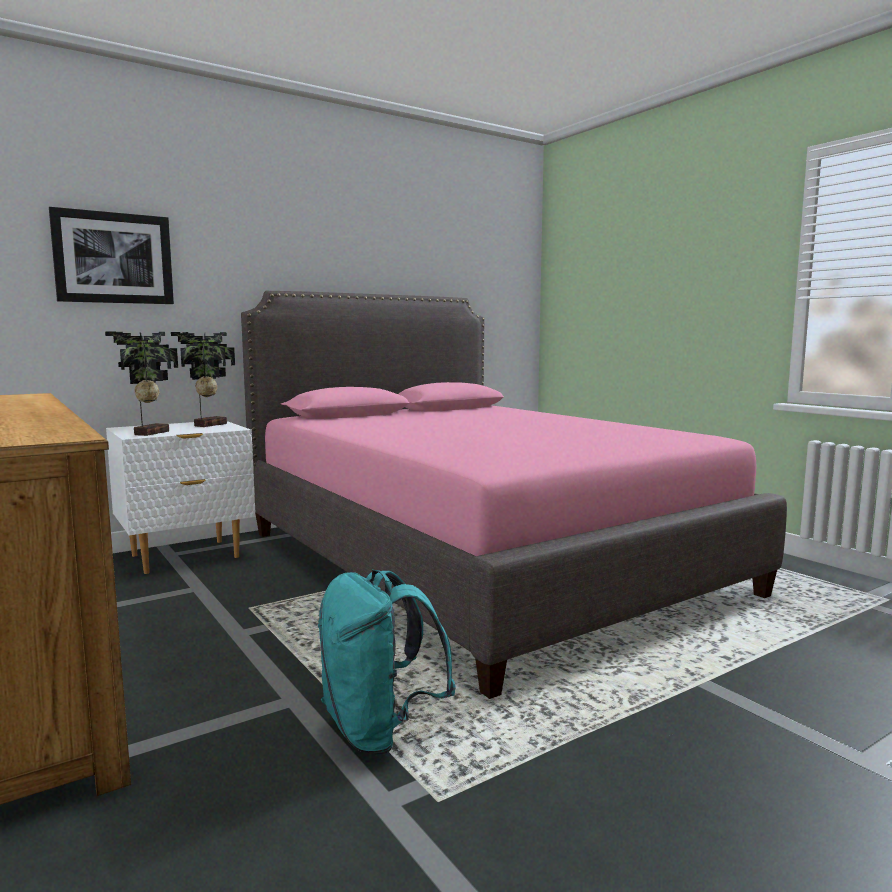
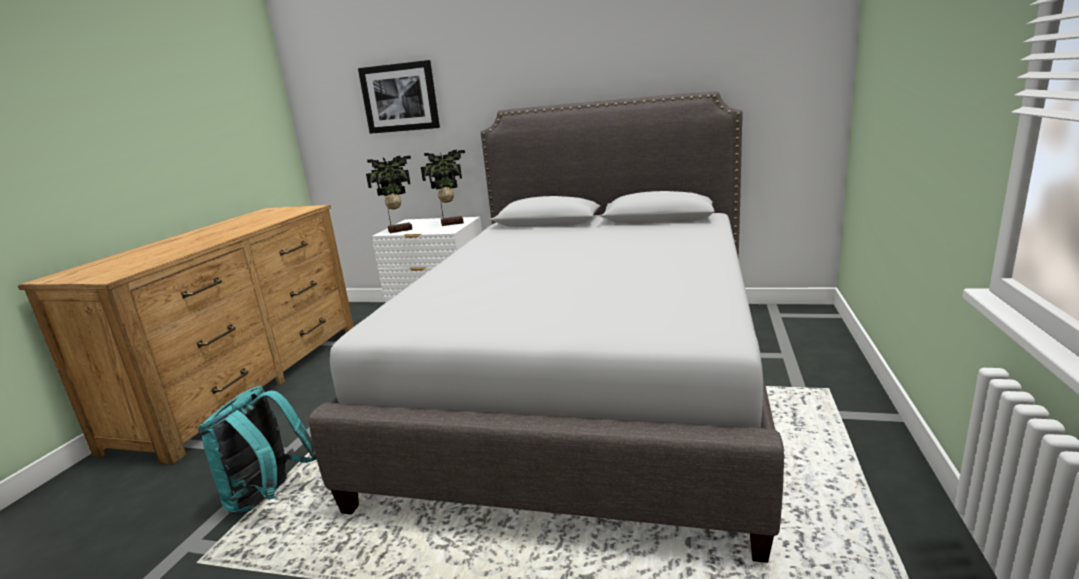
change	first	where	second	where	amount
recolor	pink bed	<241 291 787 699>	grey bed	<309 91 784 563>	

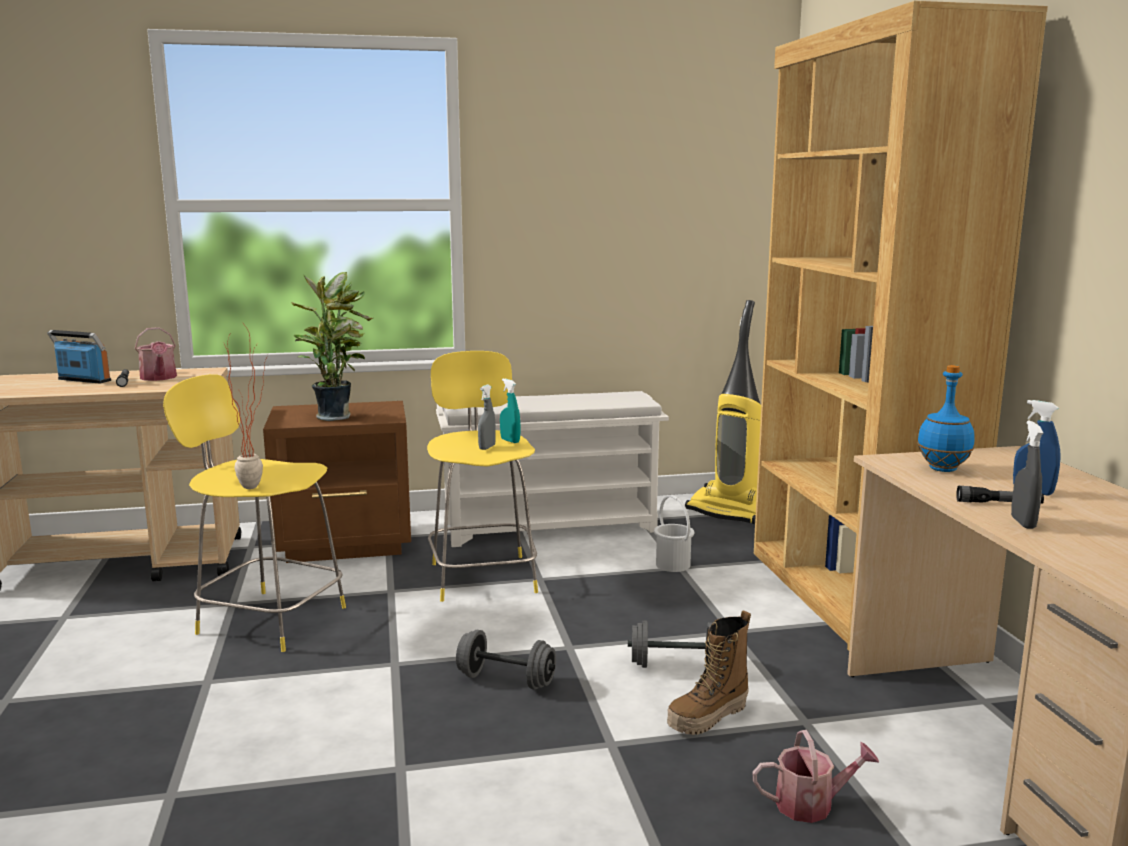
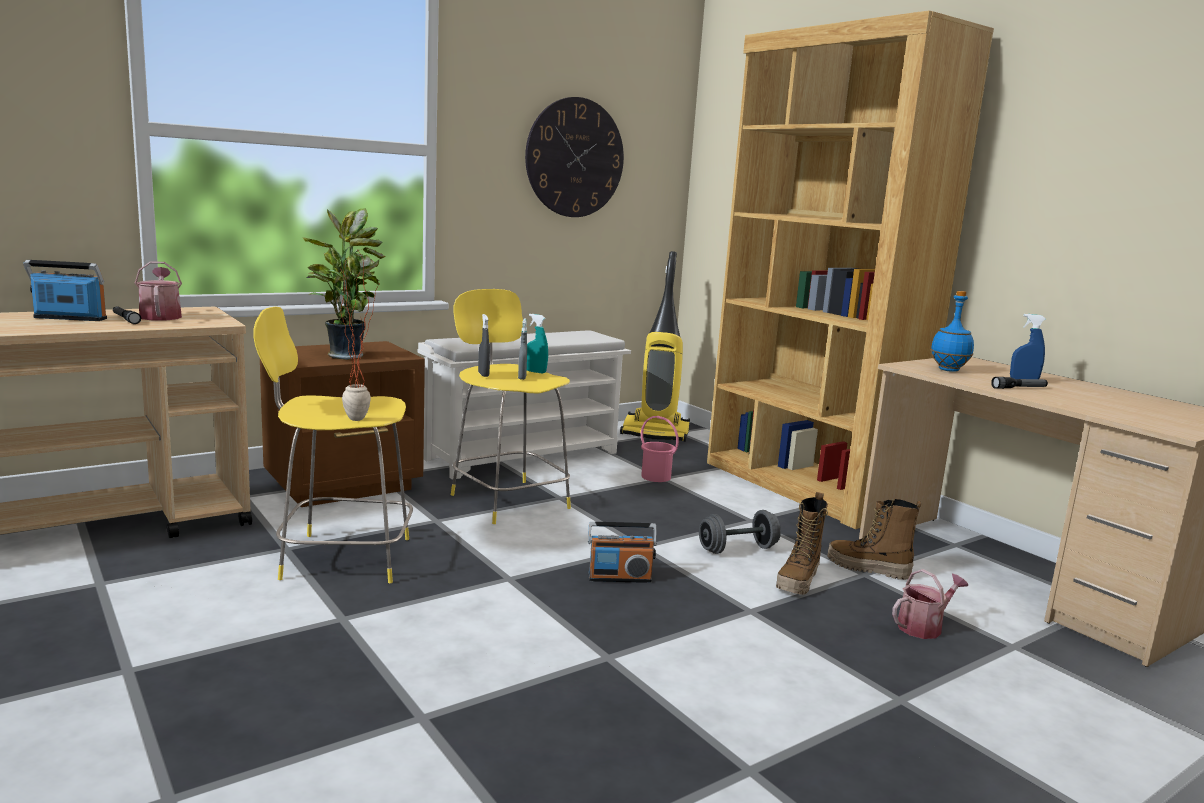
change	first	where	second	where	amount
rotate	watering can	<135 327 177 381>		<135 261 182 321>	150 degrees counterclockwise
replace	grey dumbbell	<456 630 556 690>	radio	<588 522 657 583>	
recolor	white bucket	<654 495 694 572>	pink bucket	<641 416 679 482>	
move	grey spray bottle	<1011 421 1043 529>		<478 314 490 377>	
insert			wall clock	<525 97 624 217>	
insert			boot	<827 499 921 580>	

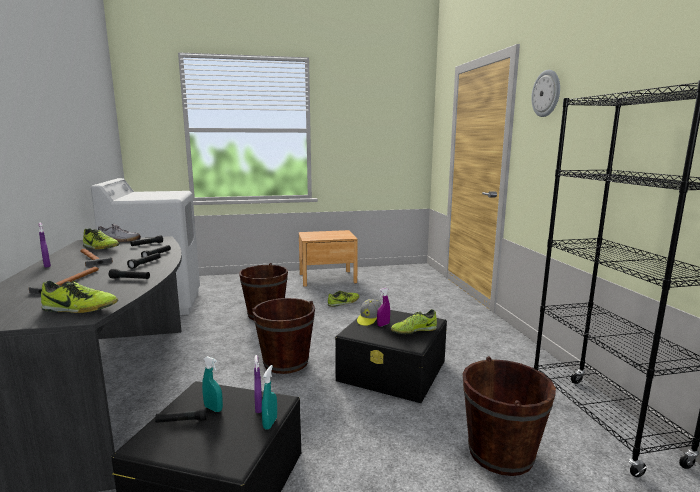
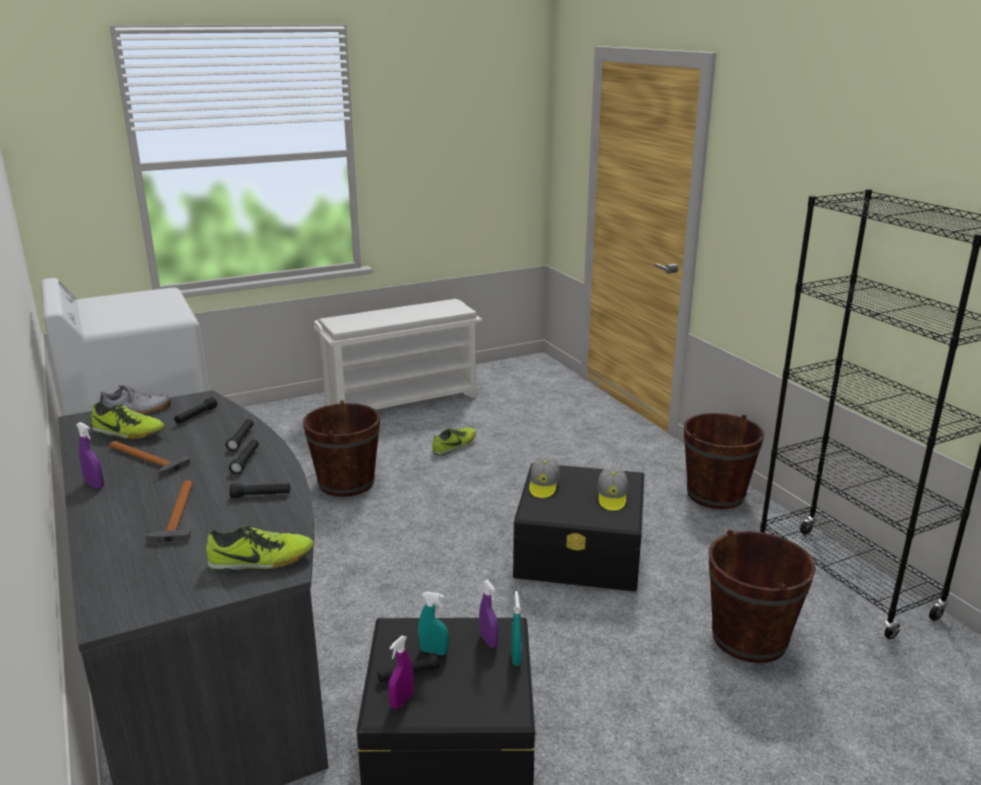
change	first	where	second	where	amount
move	brown bucket	<253 298 315 374>		<684 413 764 509>	
replace	brown nightstand	<299 230 358 287>	white shoe rack	<314 299 482 410>	
move	purple spray bottle	<377 288 390 327>		<388 636 414 709>	
replace	shoe	<391 309 437 334>	cap	<598 468 628 511>	
delete	wall clock	<531 70 560 117>			

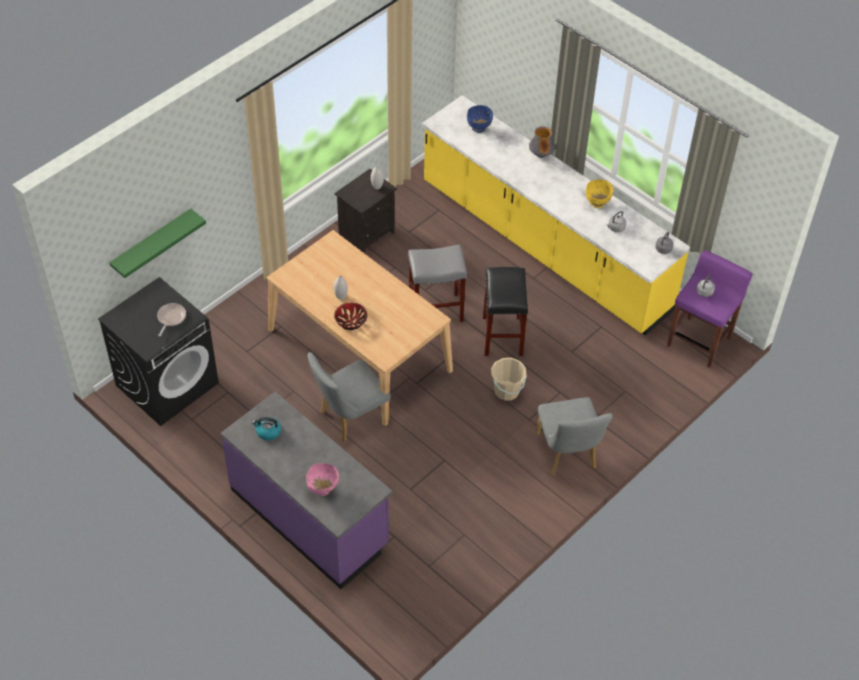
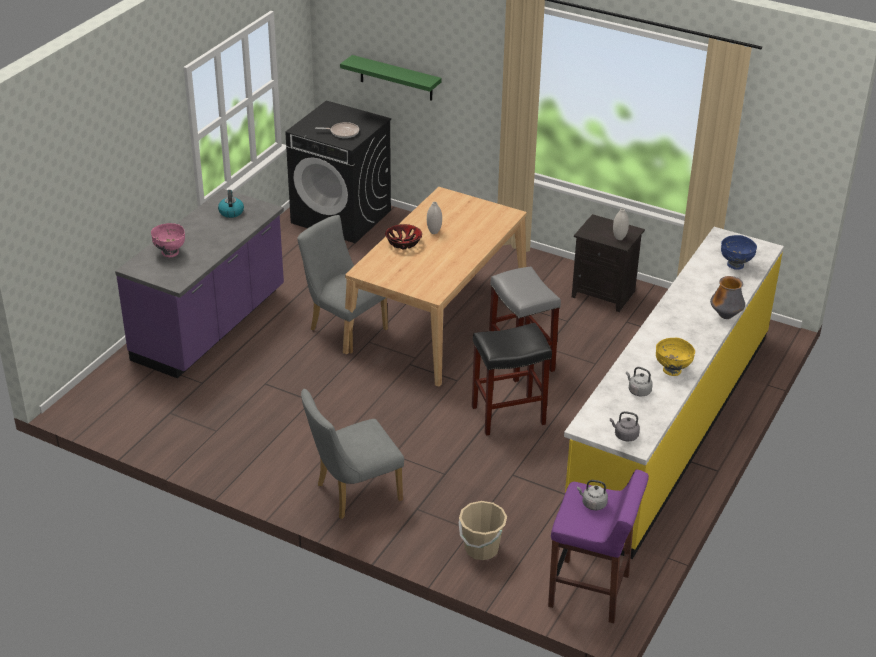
change	first	where	second	where	amount
move	beige bucket	<491 358 526 401>		<459 501 507 560>	

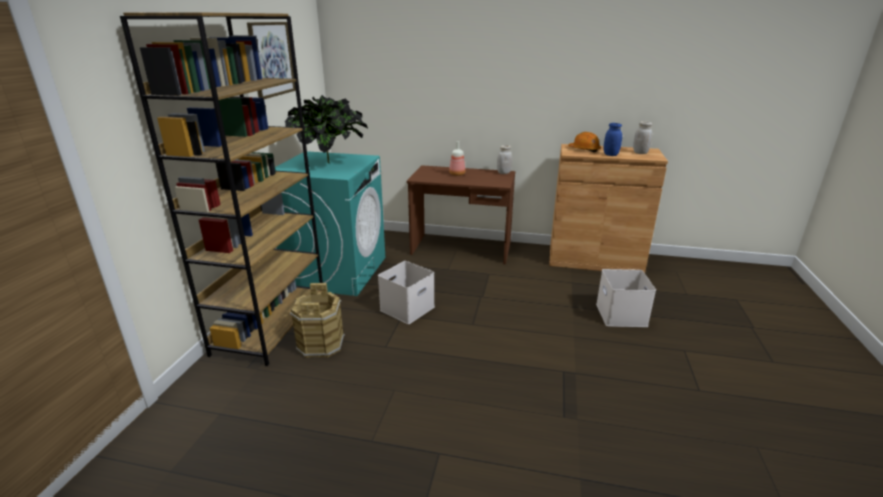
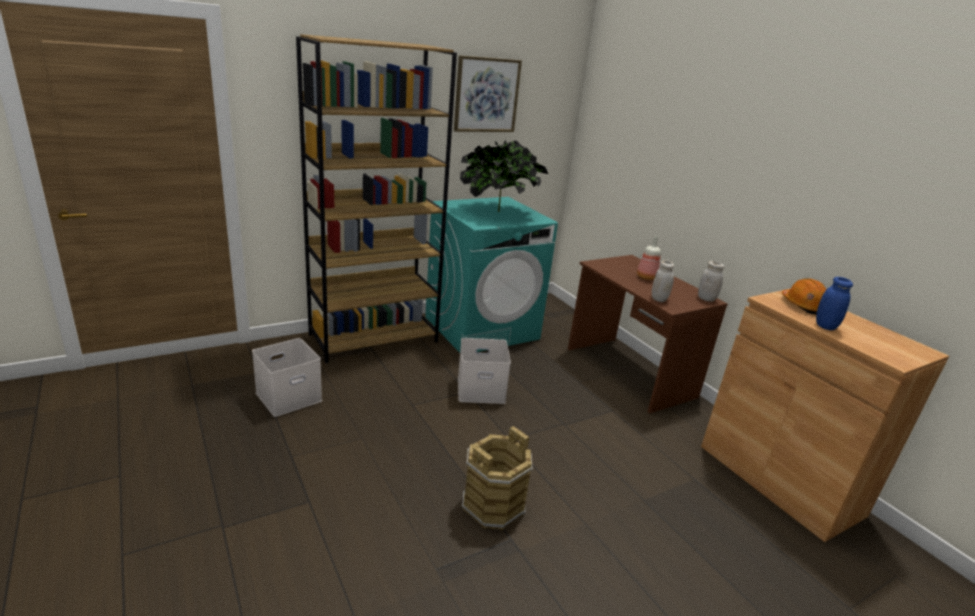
change	first	where	second	where	amount
move	brown bucket	<290 283 345 358>		<461 426 533 530>	
move	white storage box	<596 269 656 327>		<252 338 322 417>	
move	white jar	<633 121 652 154>		<652 260 674 302>	

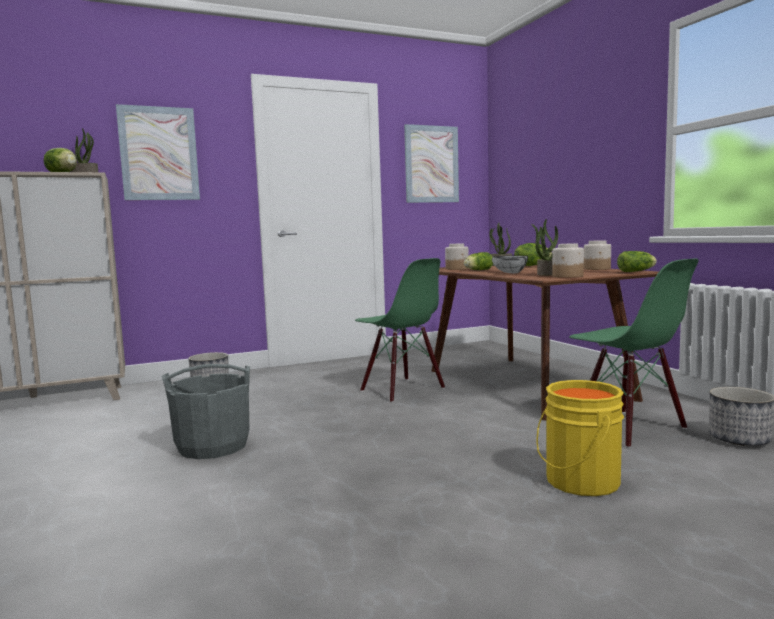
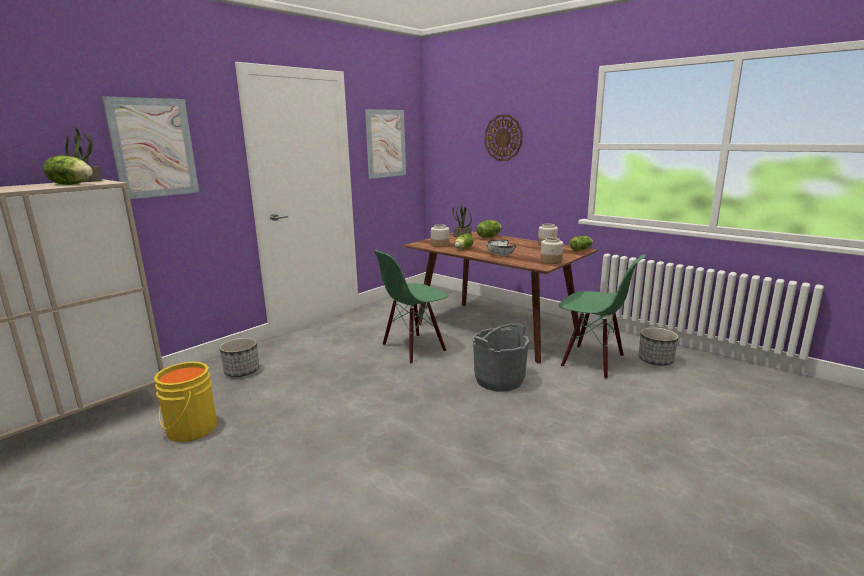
change	first	where	second	where	amount
move	grey bucket	<161 364 250 459>		<472 322 529 392>	
rotate	green chair	<355 258 445 403>		<374 250 449 364>	120 degrees clockwise
delete	potted plant	<531 219 558 276>			
move	yellow bucket	<536 380 624 496>		<154 362 217 442>	
insert			wall clock	<485 115 523 161>	

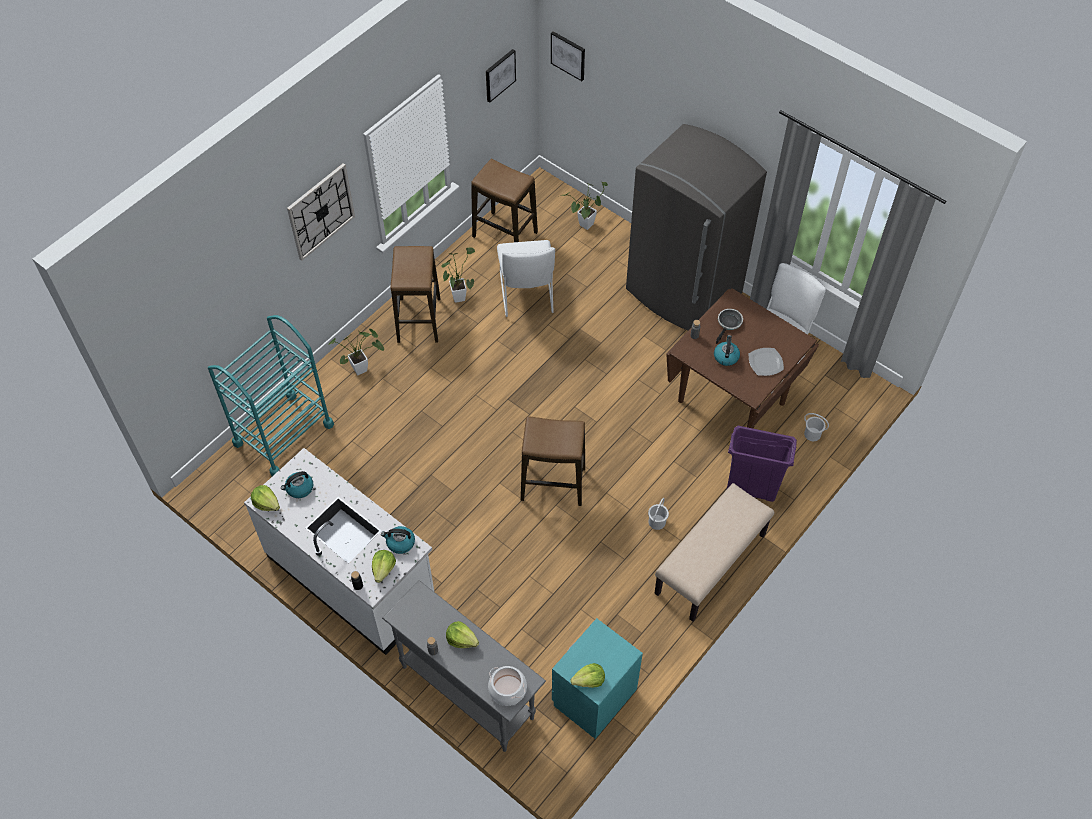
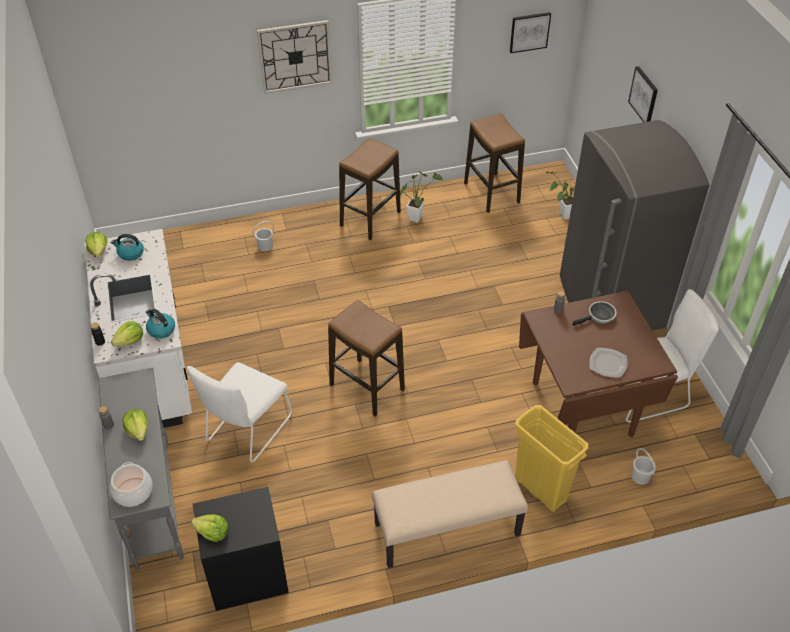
change	first	where	second	where	amount
delete	turquoise cart	<208 315 334 476>			
delete	potted plant	<328 329 384 375>			
move	white chair	<497 240 555 317>		<186 362 292 462>	
move	picture	<551 31 585 81>		<628 66 658 122>	
recolor	turquoise nightstand	<552 618 643 739>	black nightstand	<193 487 289 611>	
move	white bucket	<648 498 669 530>		<252 221 274 251>	
delete	kettle	<714 335 740 366>			
recolor	purple trash can	<727 426 797 502>	yellow trash can	<515 405 588 512>	

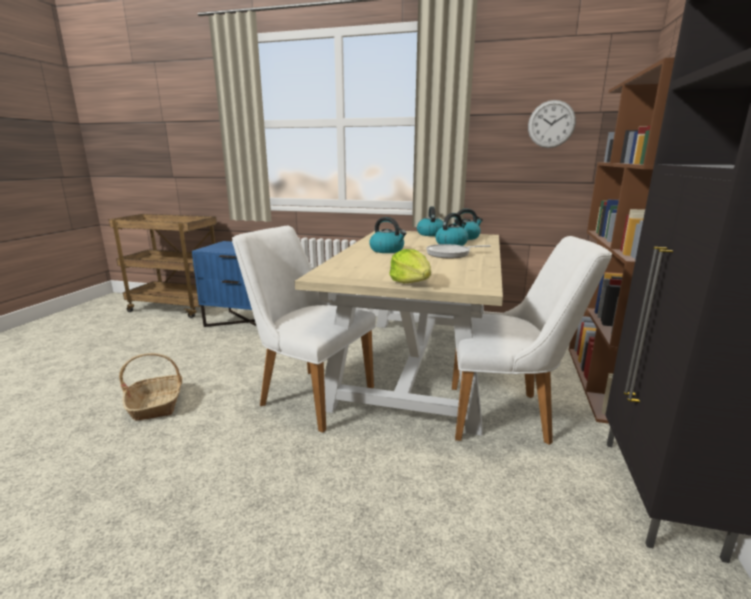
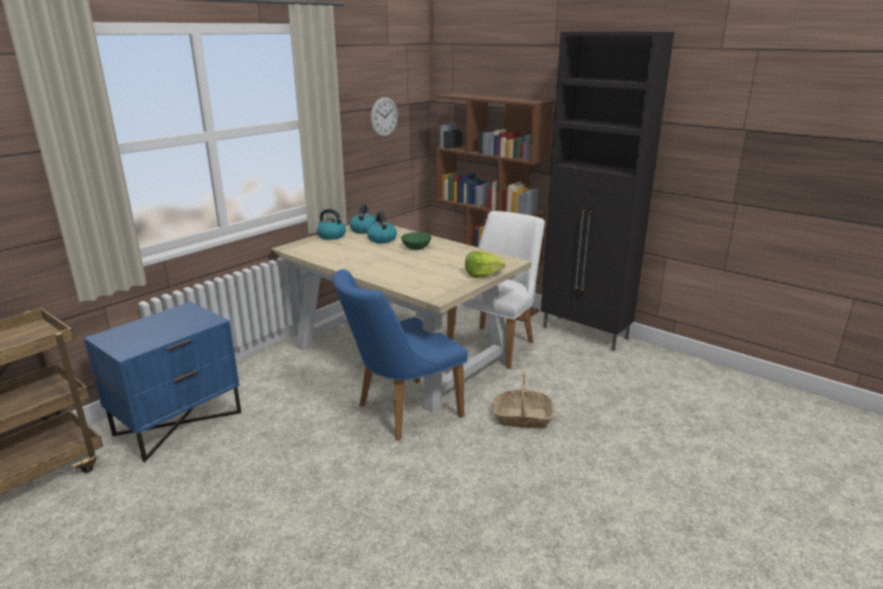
change	first	where	second	where	amount
move	basket	<119 353 182 421>		<493 371 555 429>	
recolor	white chair	<232 226 376 433>	blue chair	<333 269 468 441>	
delete	kettle	<369 217 407 253>			
replace	frying pan	<426 244 491 258>	green bowl	<401 232 431 250>	

